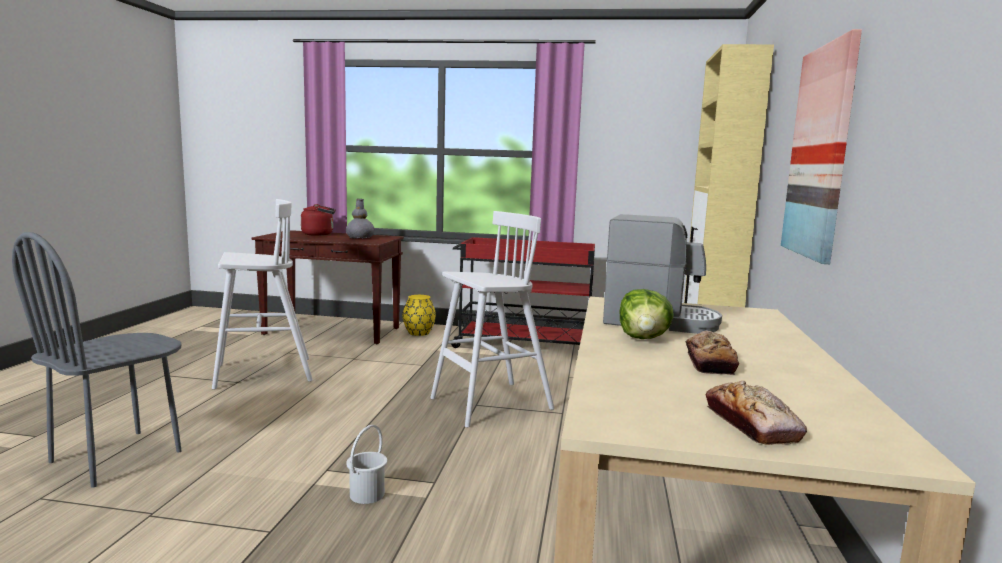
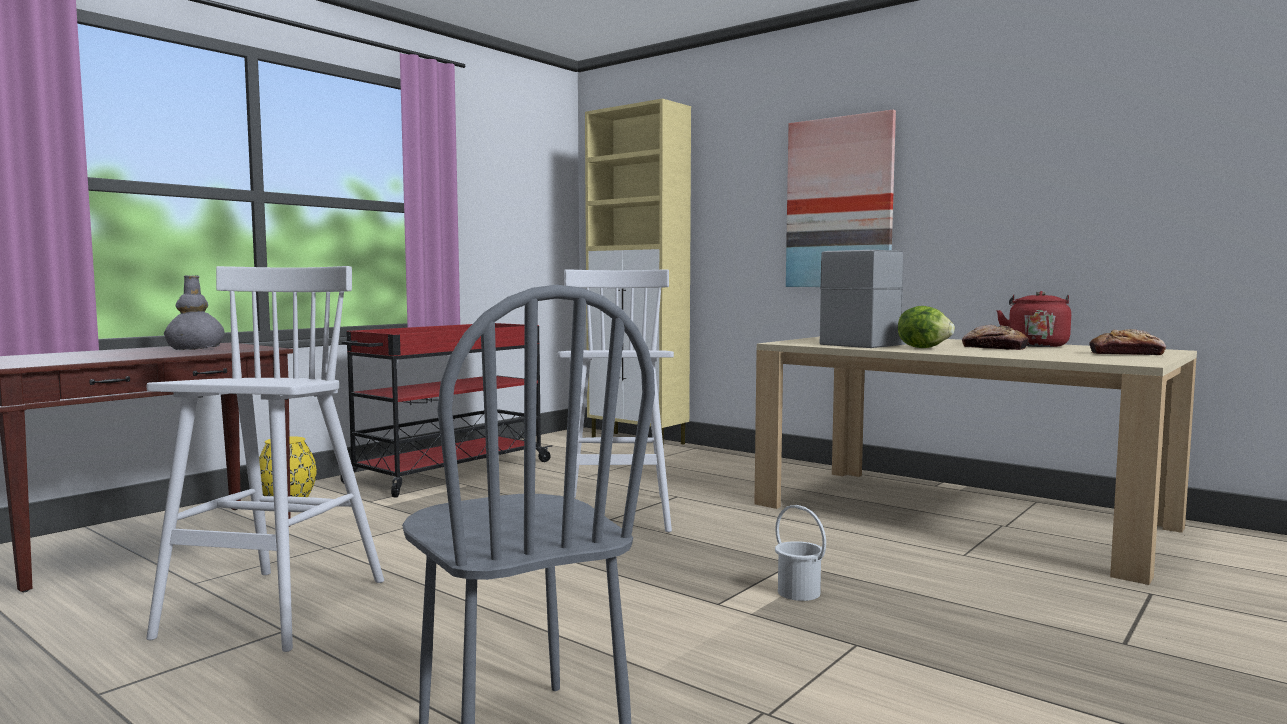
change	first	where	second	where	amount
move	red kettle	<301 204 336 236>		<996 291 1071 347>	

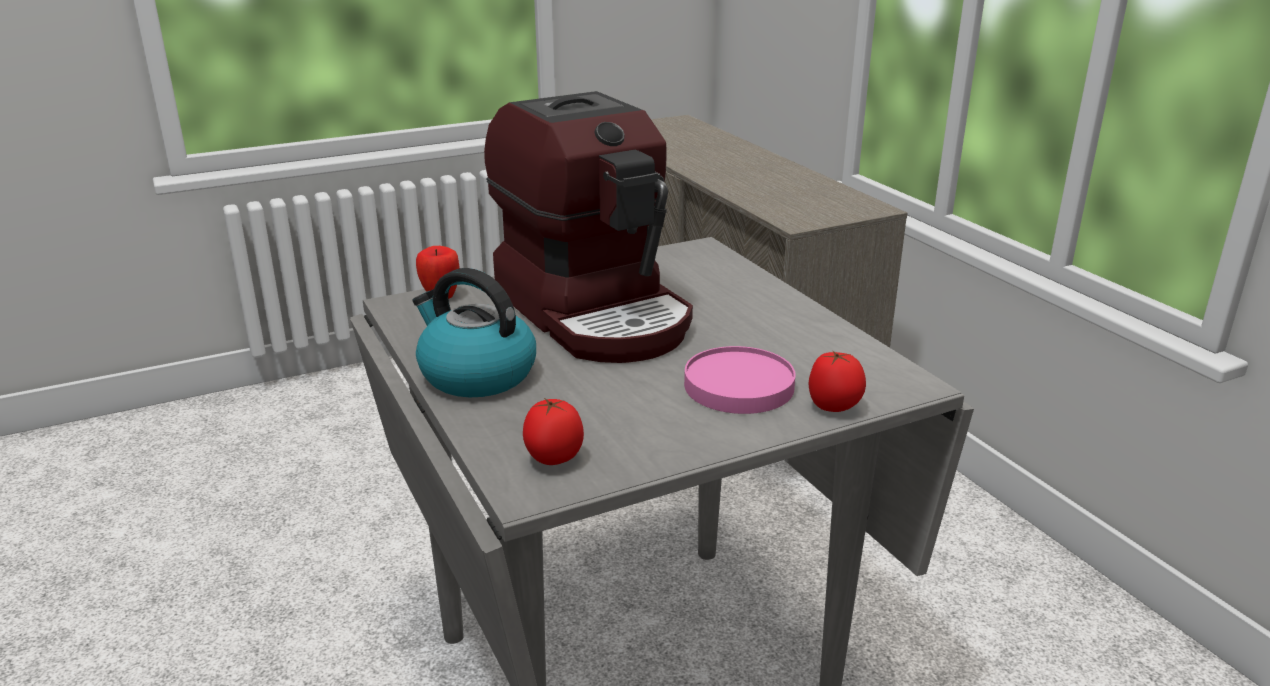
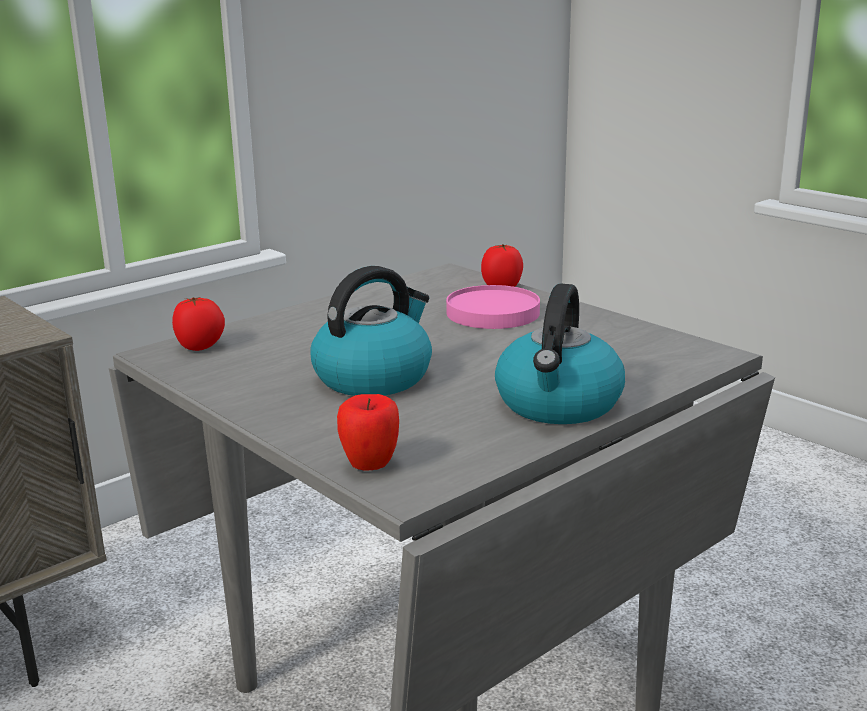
change	first	where	second	where	amount
replace	coffee machine	<484 91 693 363>	kettle	<310 266 432 396>	
move	tomato	<523 398 584 465>		<172 297 225 351>	

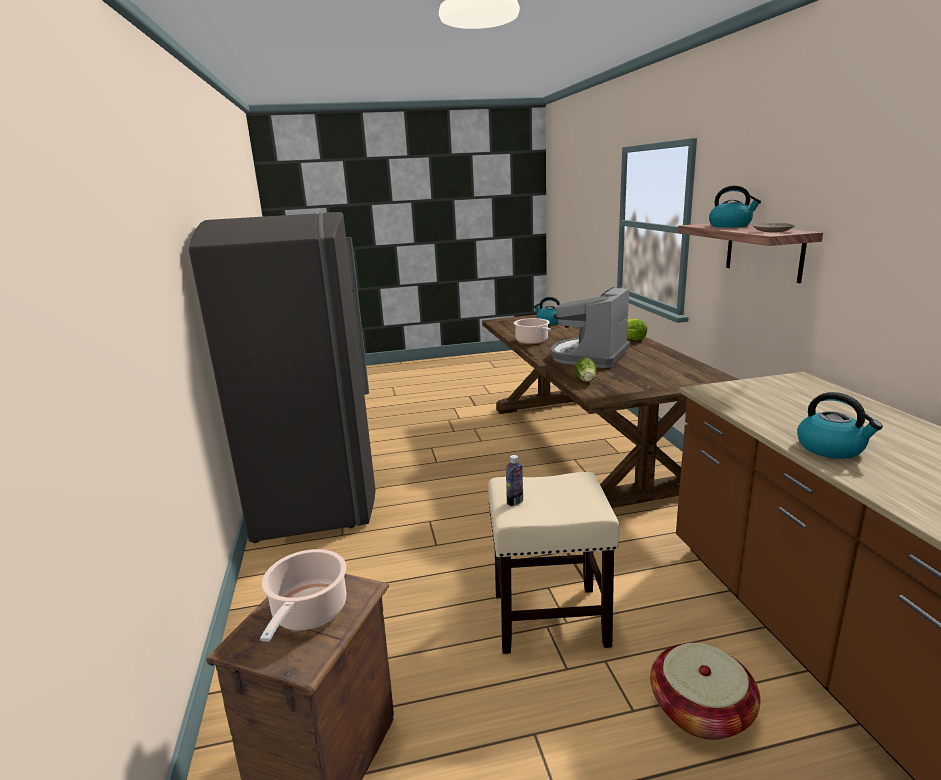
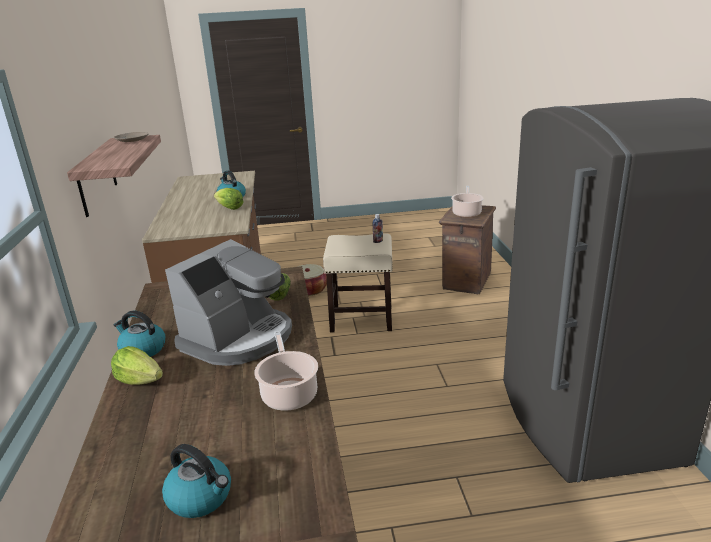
change	first	where	second	where	amount
move	kettle	<709 185 761 228>		<114 311 165 357>	
insert			lettuce	<214 188 244 210>	

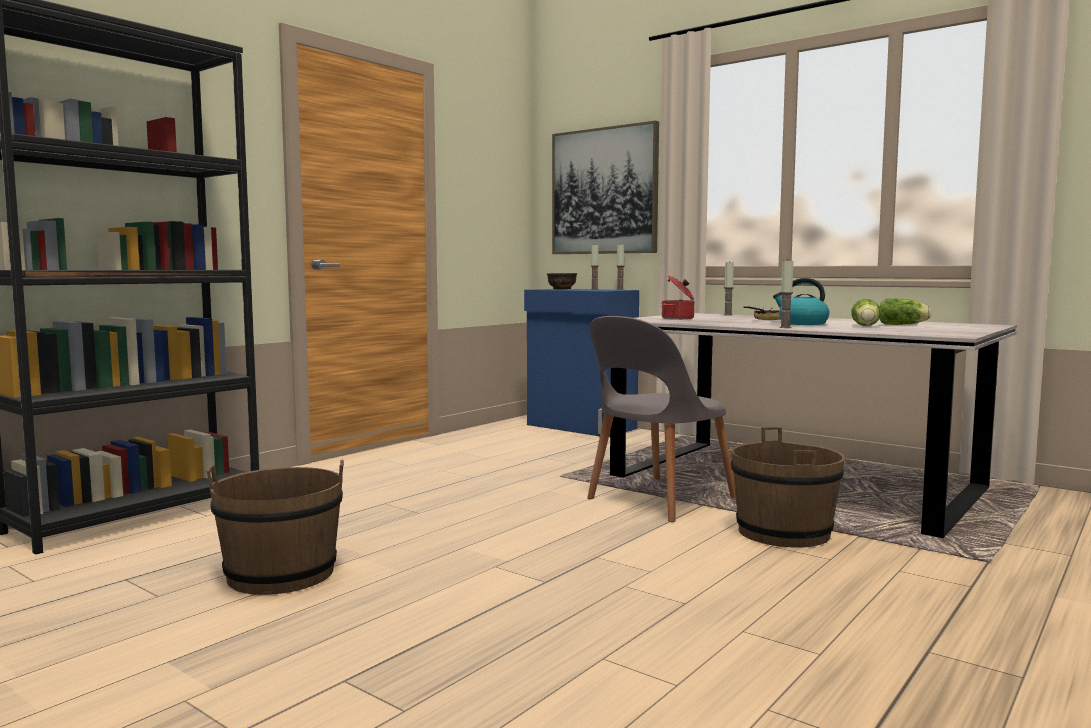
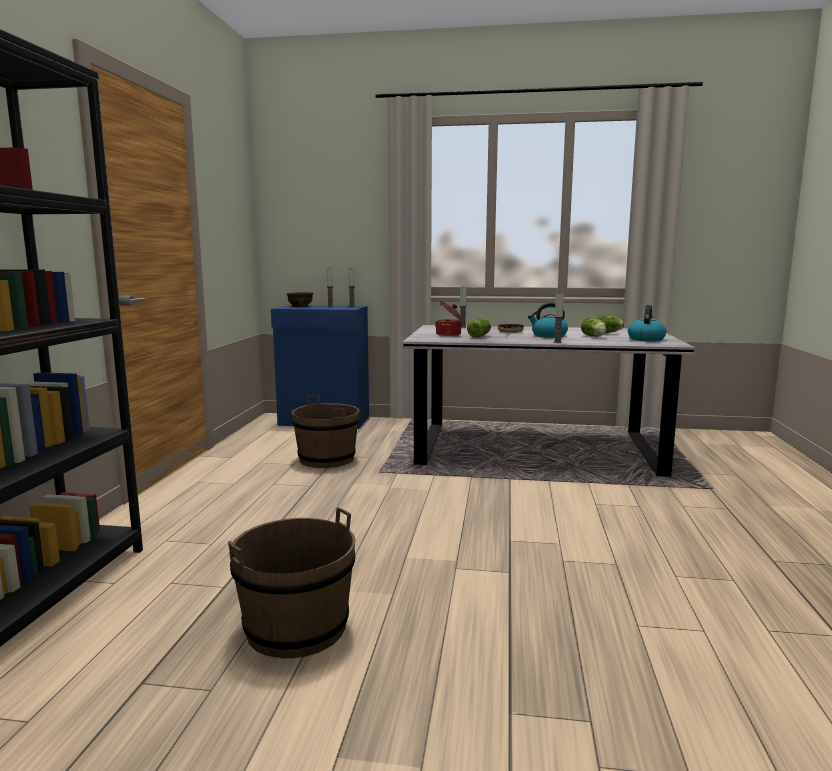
change	first	where	second	where	amount
delete	picture	<552 121 659 254>			
delete	grey chair	<587 316 736 522>			
move	brown bucket	<731 427 845 548>		<292 395 359 468>	
insert			lettuce	<467 318 491 338>	
insert			kettle	<628 305 666 342>	

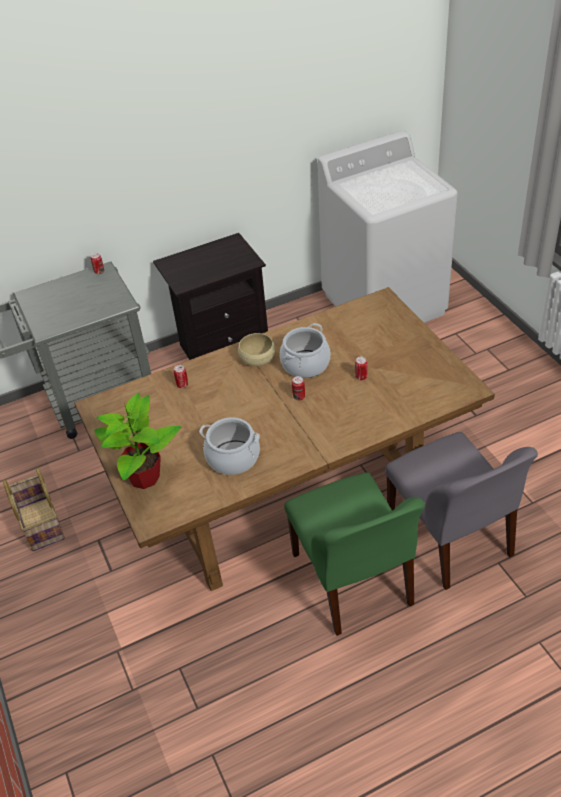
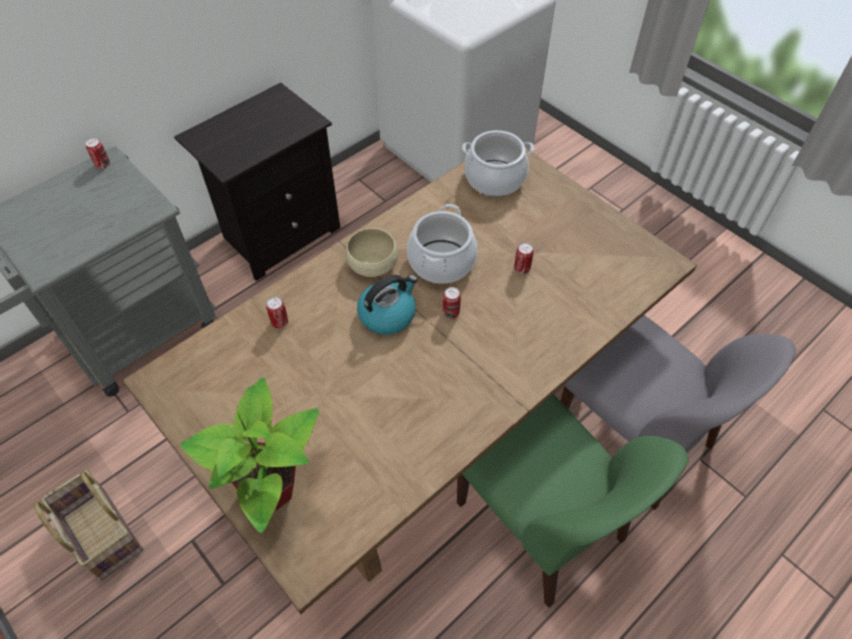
change	first	where	second	where	amount
move	cooking pot	<199 417 260 475>		<462 130 534 196>	
insert			kettle	<357 275 418 335>	

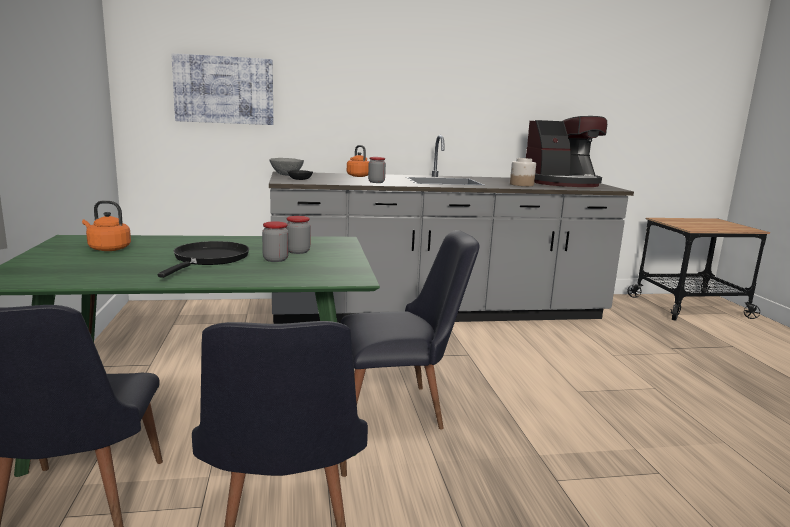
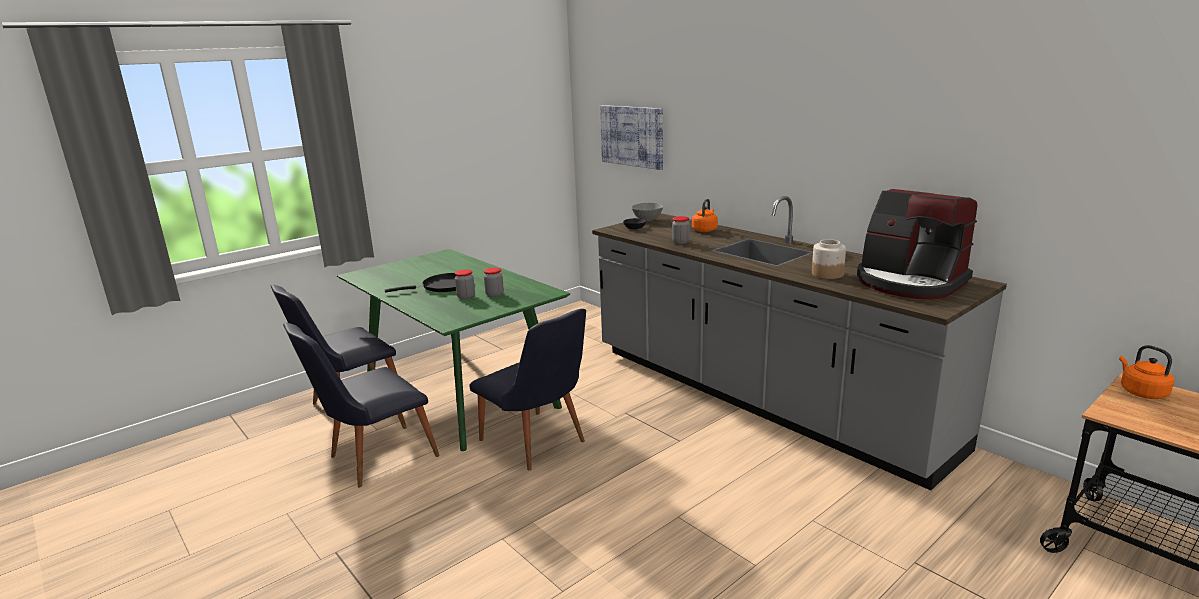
change	first	where	second	where	amount
move	orange kettle	<82 201 131 251>		<1119 345 1174 399>	

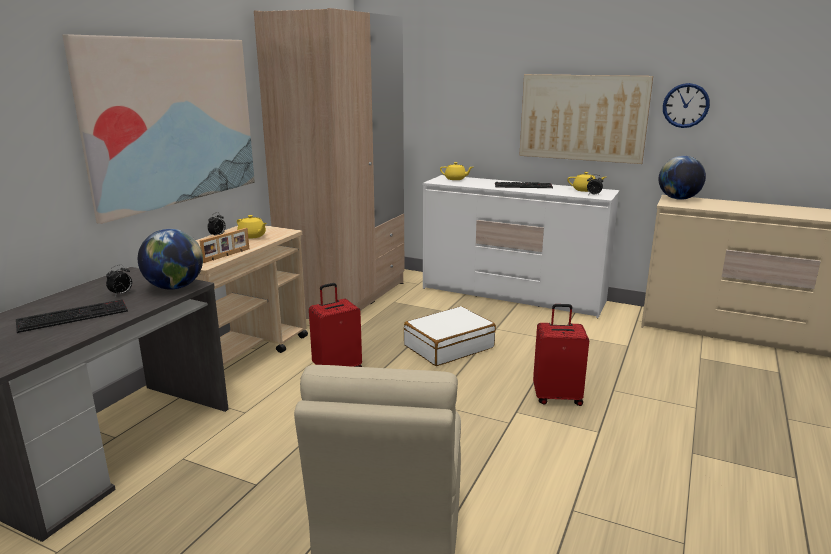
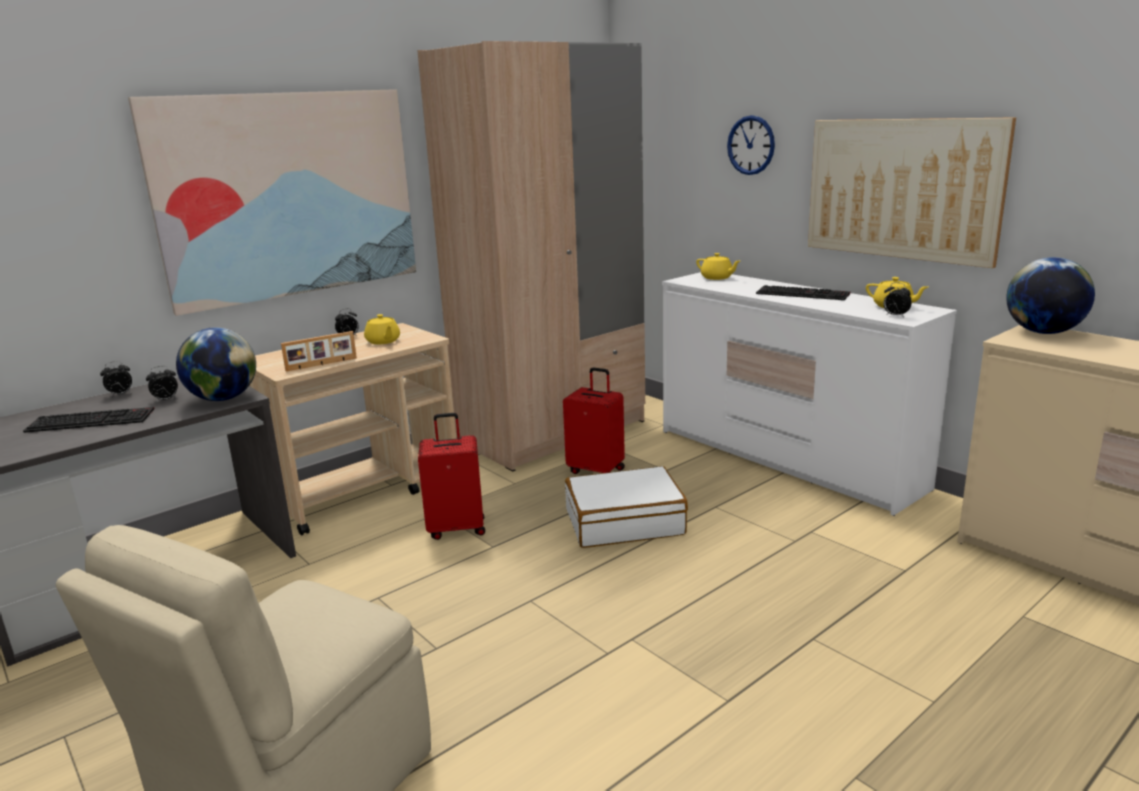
change	first	where	second	where	amount
move	red suitcase	<533 304 589 406>		<563 367 625 474>	
move	wall clock	<663 83 710 128>		<727 115 775 175>	
insert			alarm clock	<100 361 132 397>	

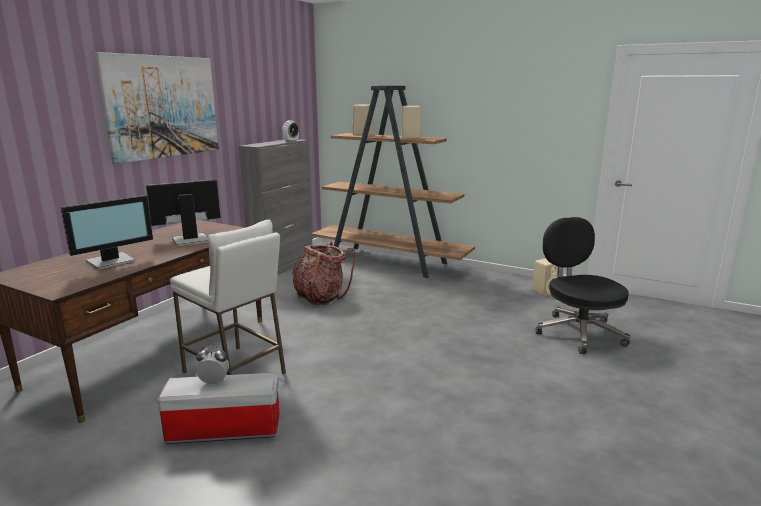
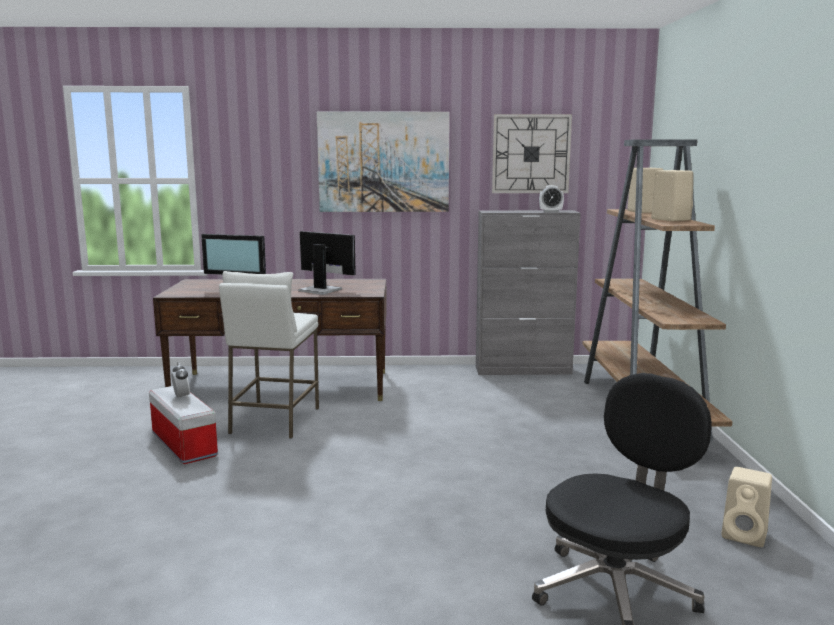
change	first	where	second	where	amount
delete	backpack	<292 242 356 306>			
insert			wall clock	<492 114 572 193>	

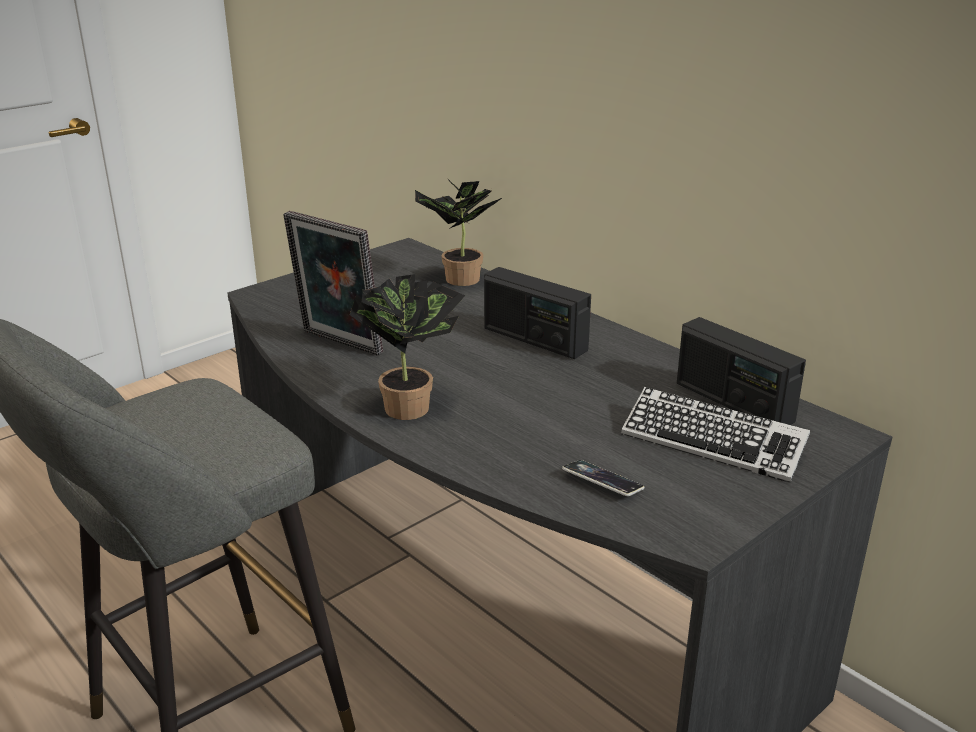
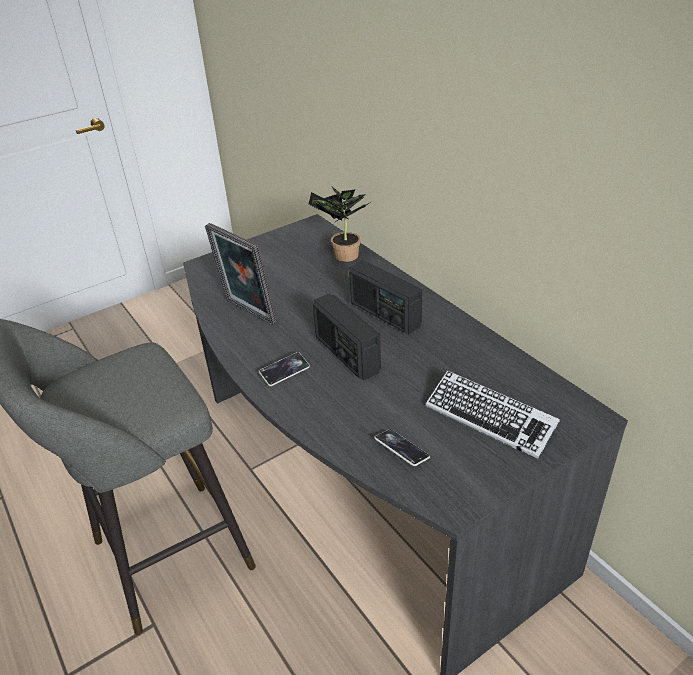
change	first	where	second	where	amount
replace	potted plant	<350 274 465 420>	phone	<259 352 310 386>	
move	radio	<677 317 806 425>		<313 294 381 380>	

